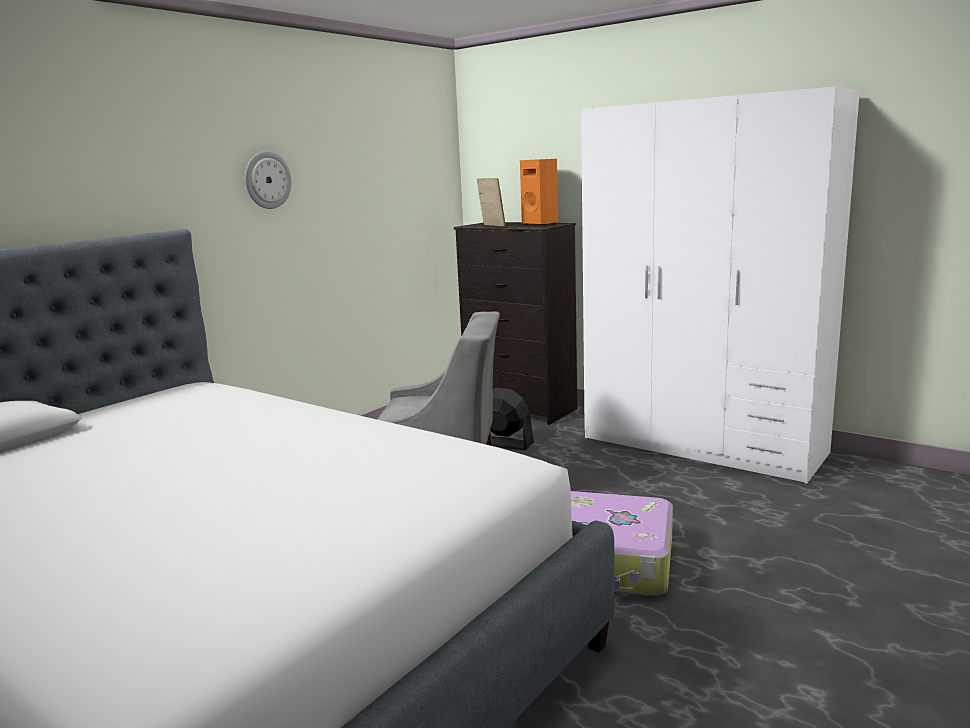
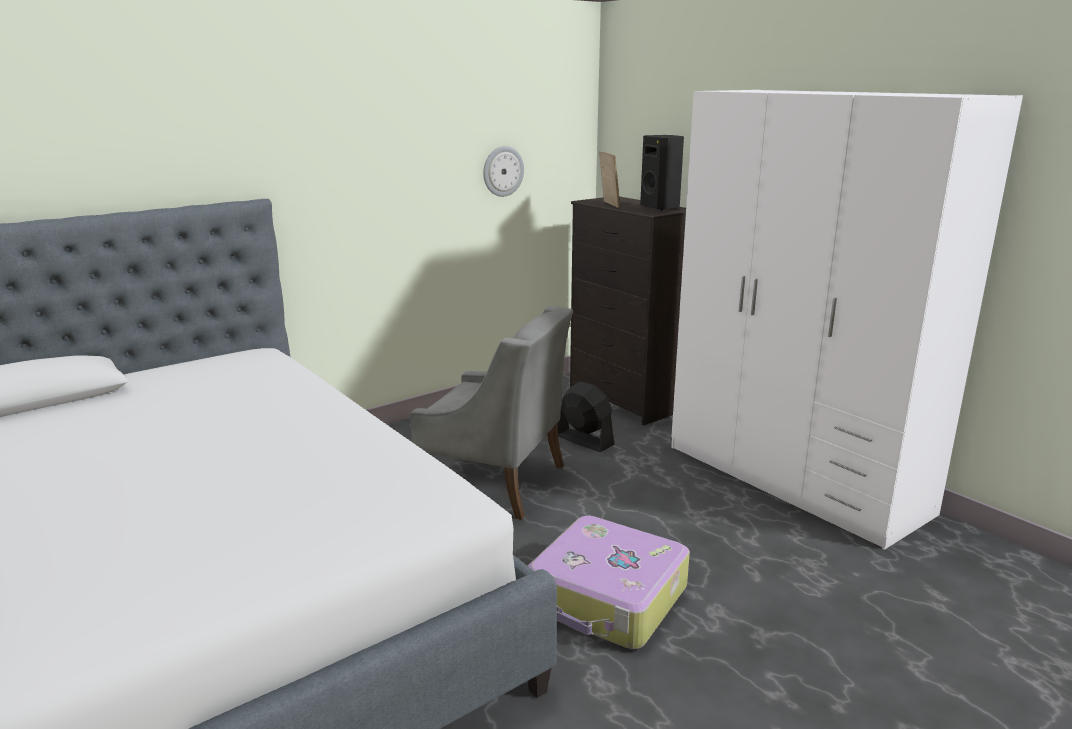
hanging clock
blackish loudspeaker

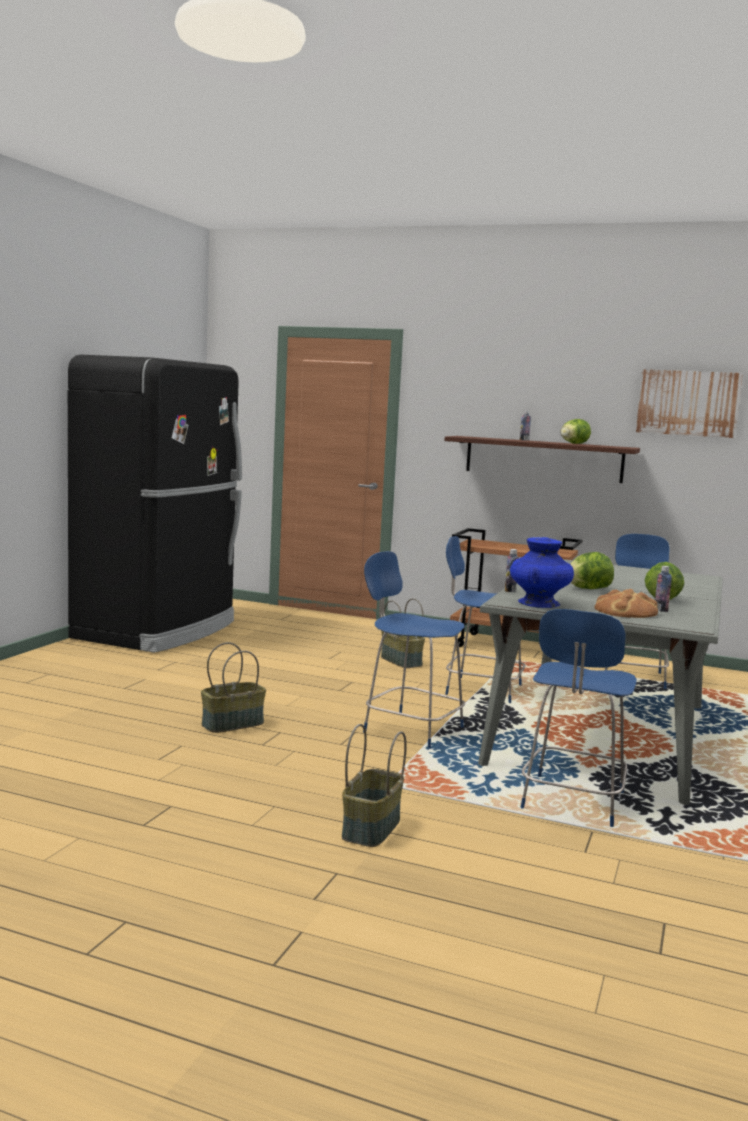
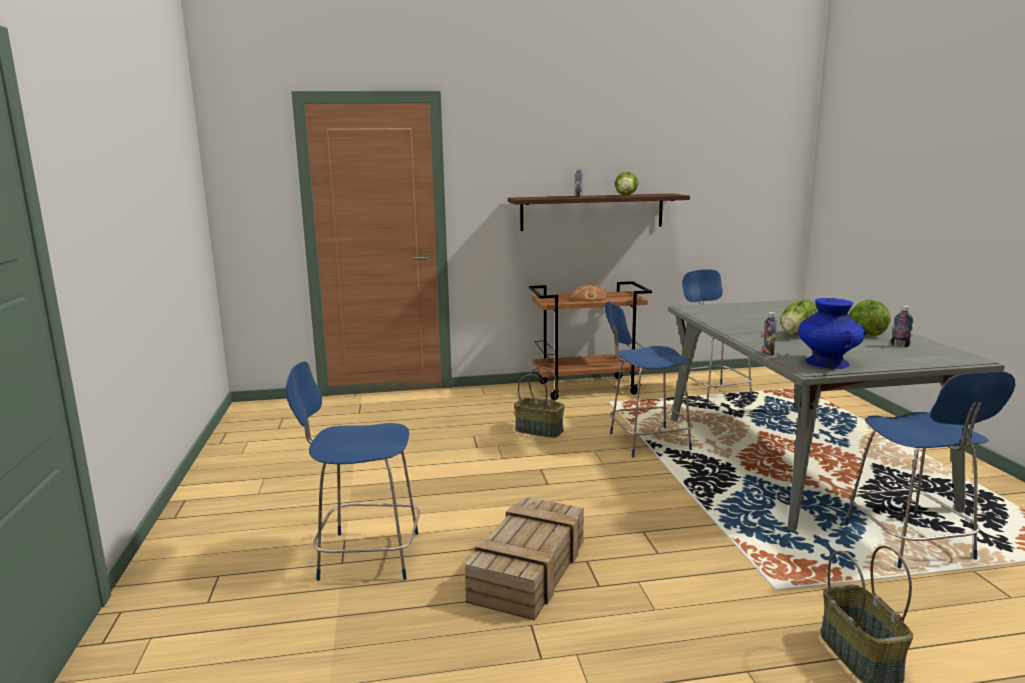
blue stool seat (1st from left)
shipping crate
bread
blackish fridge
wall art

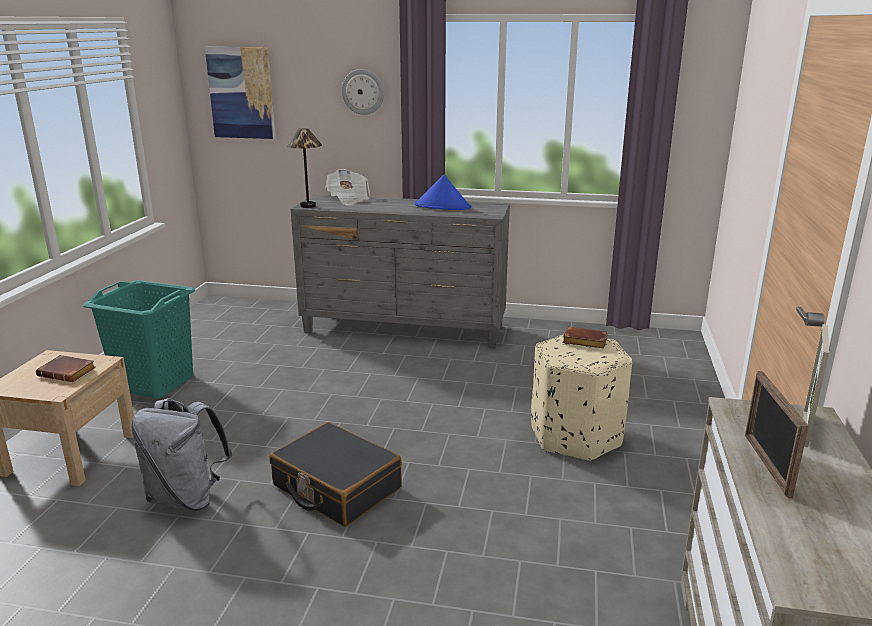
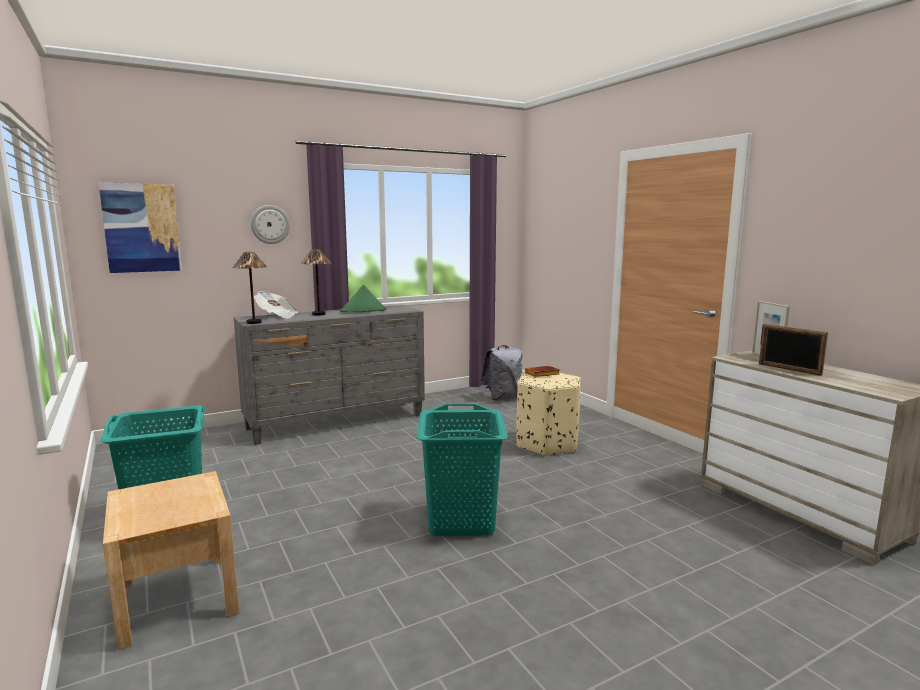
table lamp (2nd from left)
greenish wearable hat
turquoise hamper (2nd from left)
greyish knapsack
brownish bound book (1st from left in the first image)

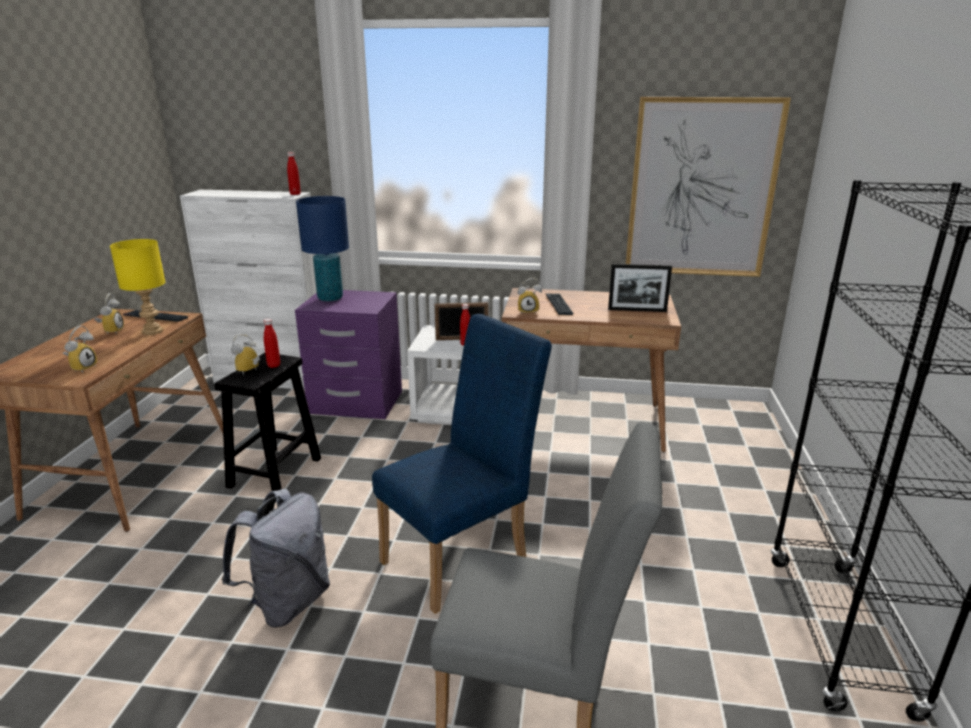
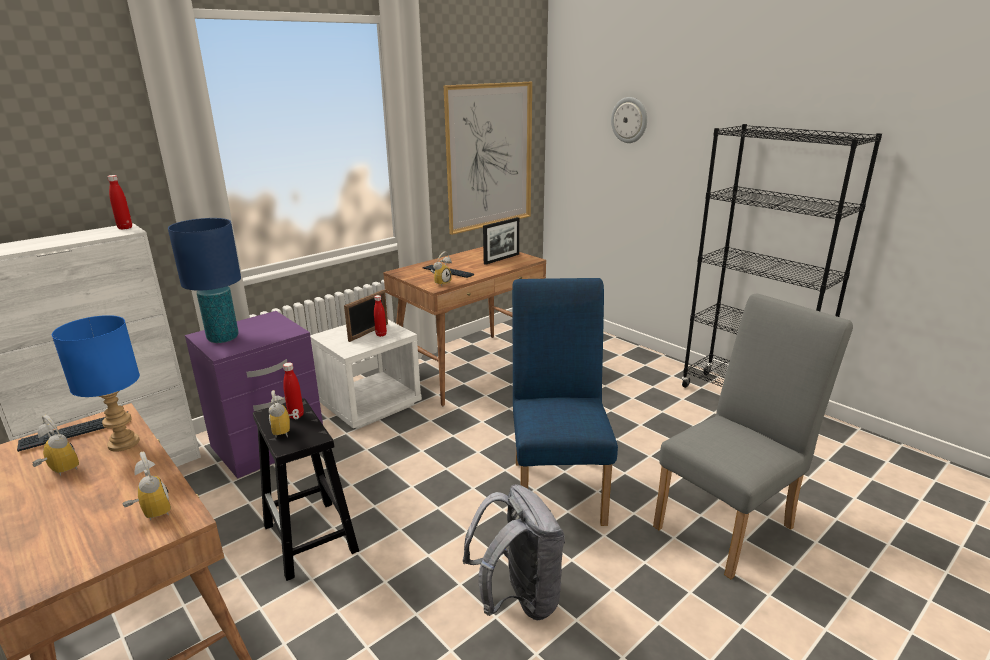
blue table lamp (1st from left)
hanging clock

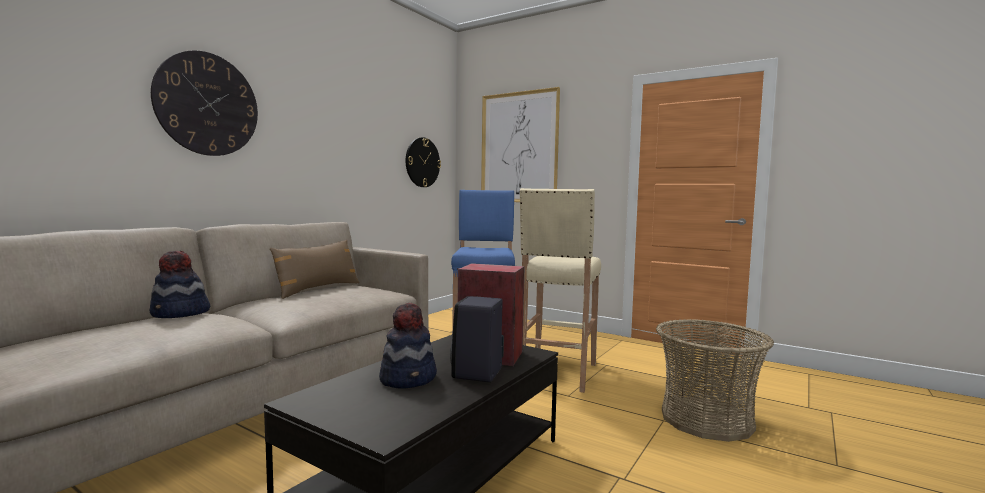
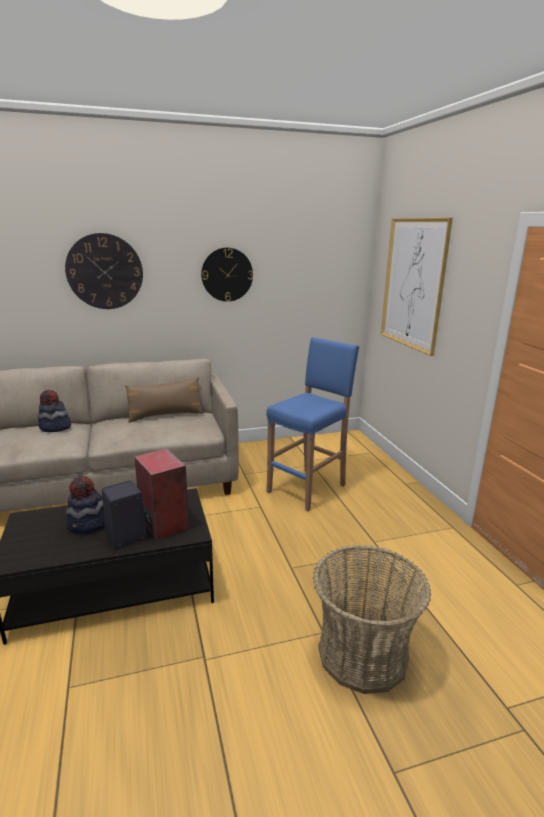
hanging clock (2nd from left)
beige stool seat

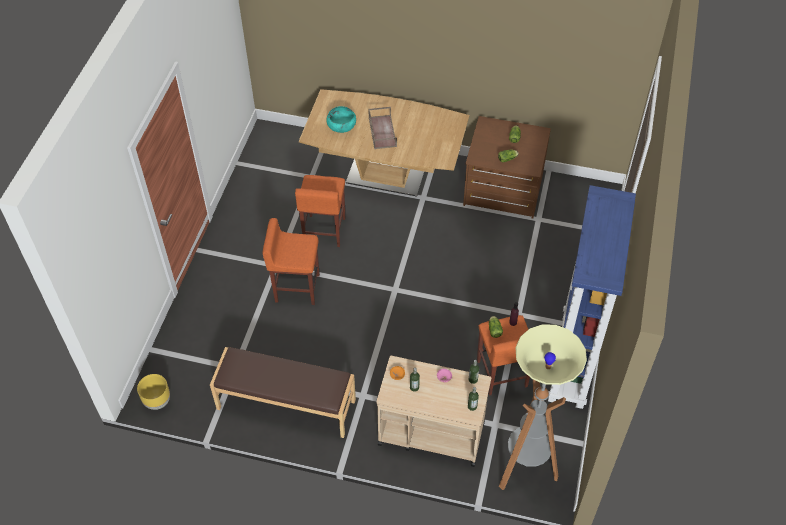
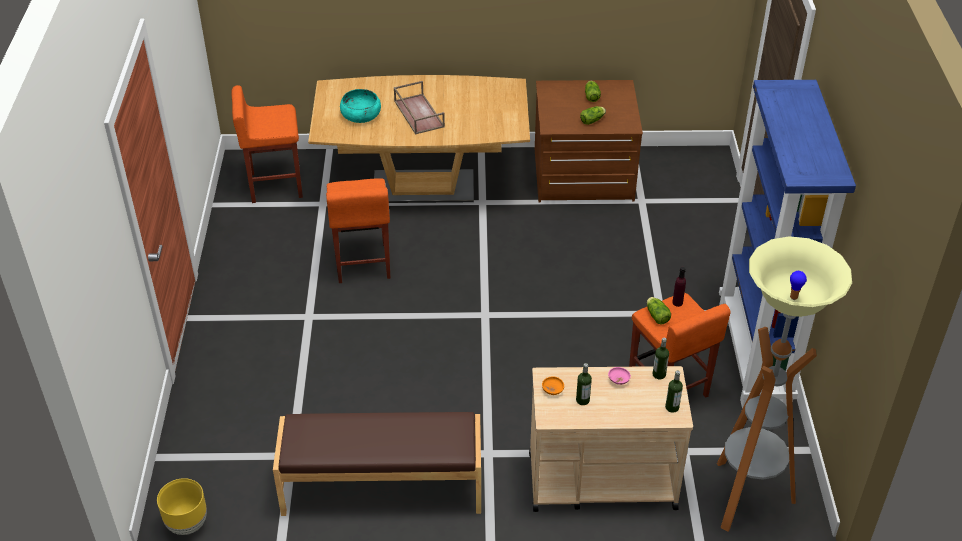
orangey stool seat (1st from left)

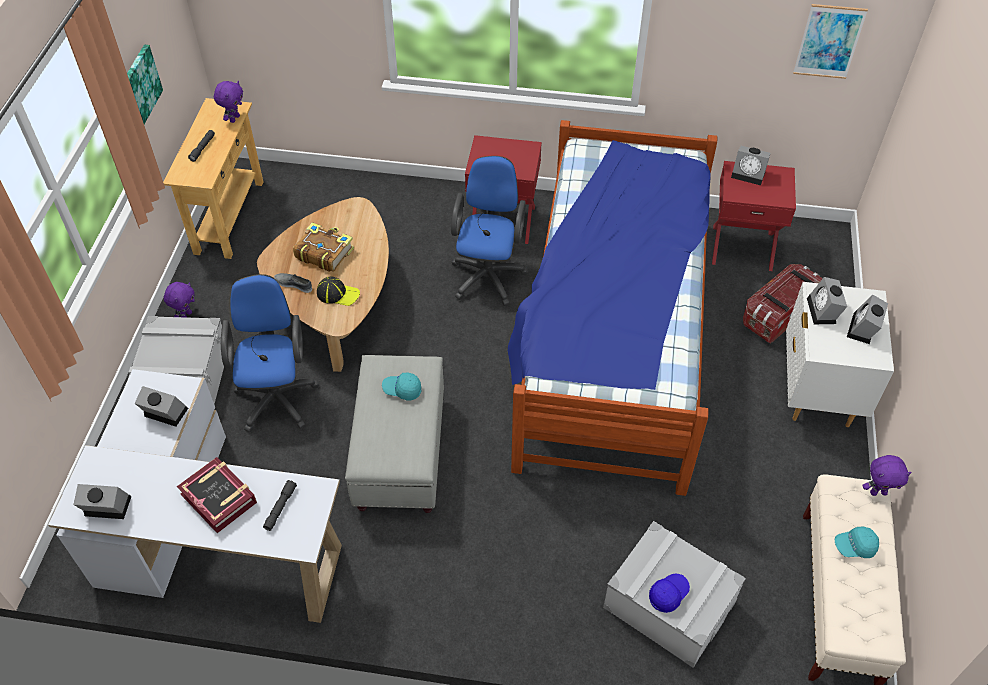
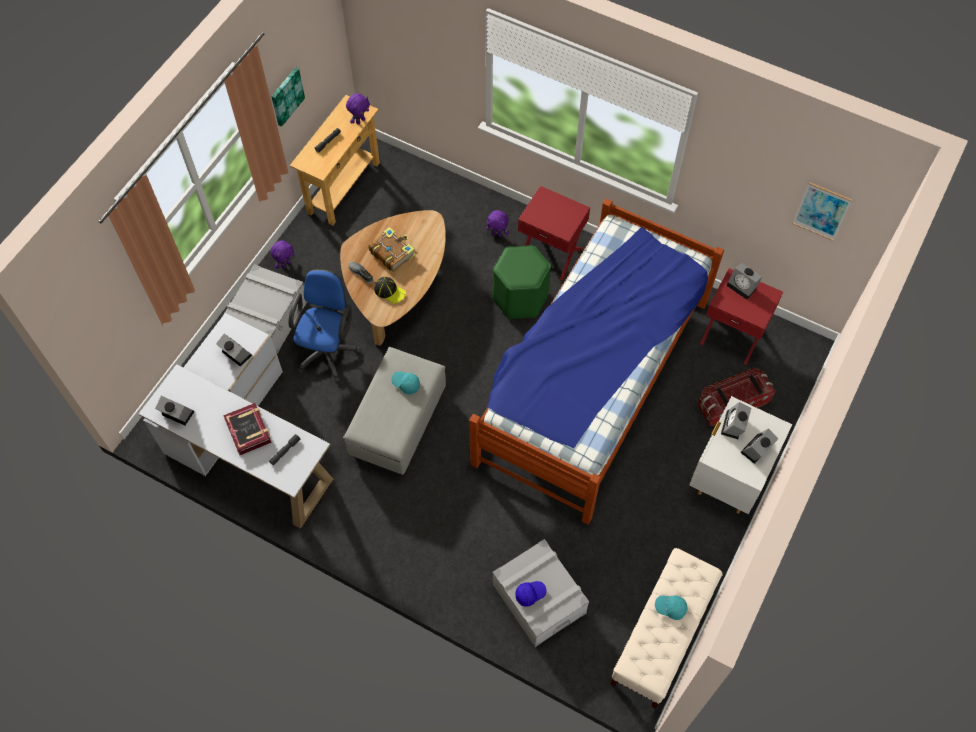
purple-coloured soft toy (3rd from left)
greenish stool seat

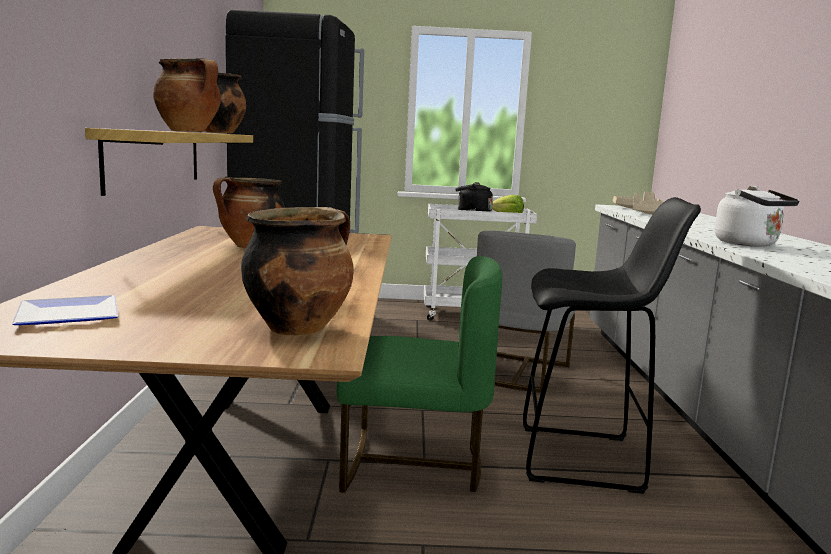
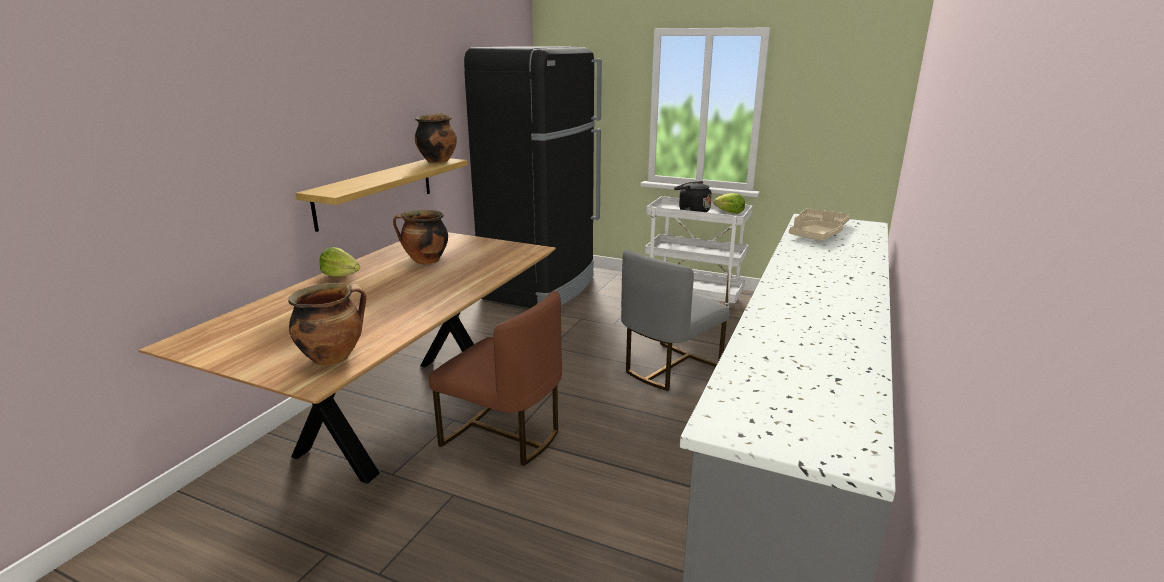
head of lettuce (1st from left)
brownish plain chair
flat dish
cooking pot (1st from left in the first image)
blackish stool seat
white kettle

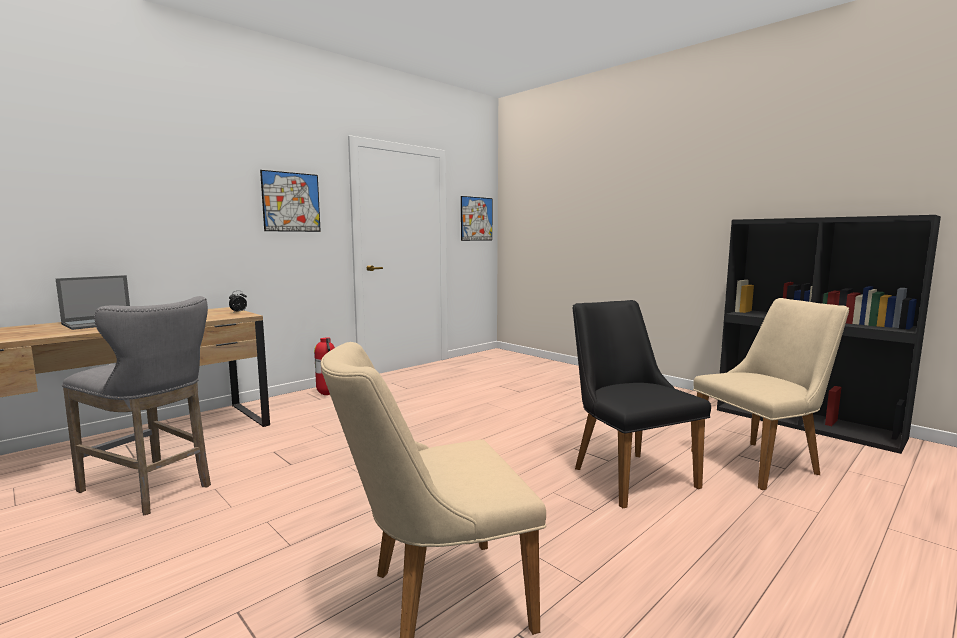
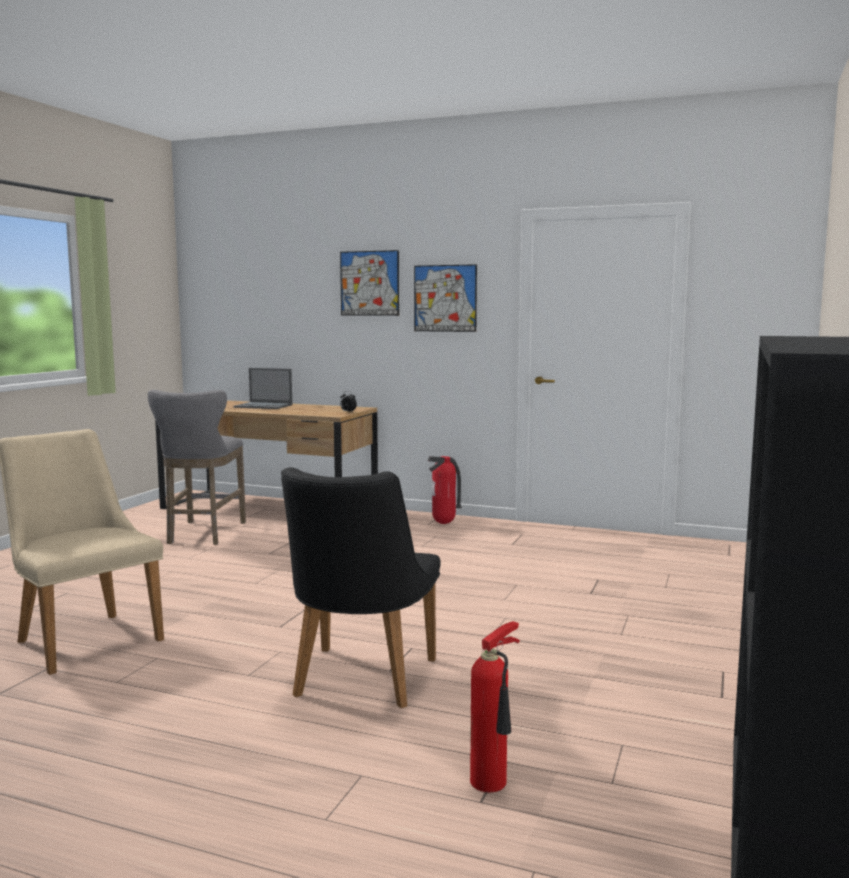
blackish plain chair
wall art (1st from left)
fire-fighting cylinder (2nd from left)

